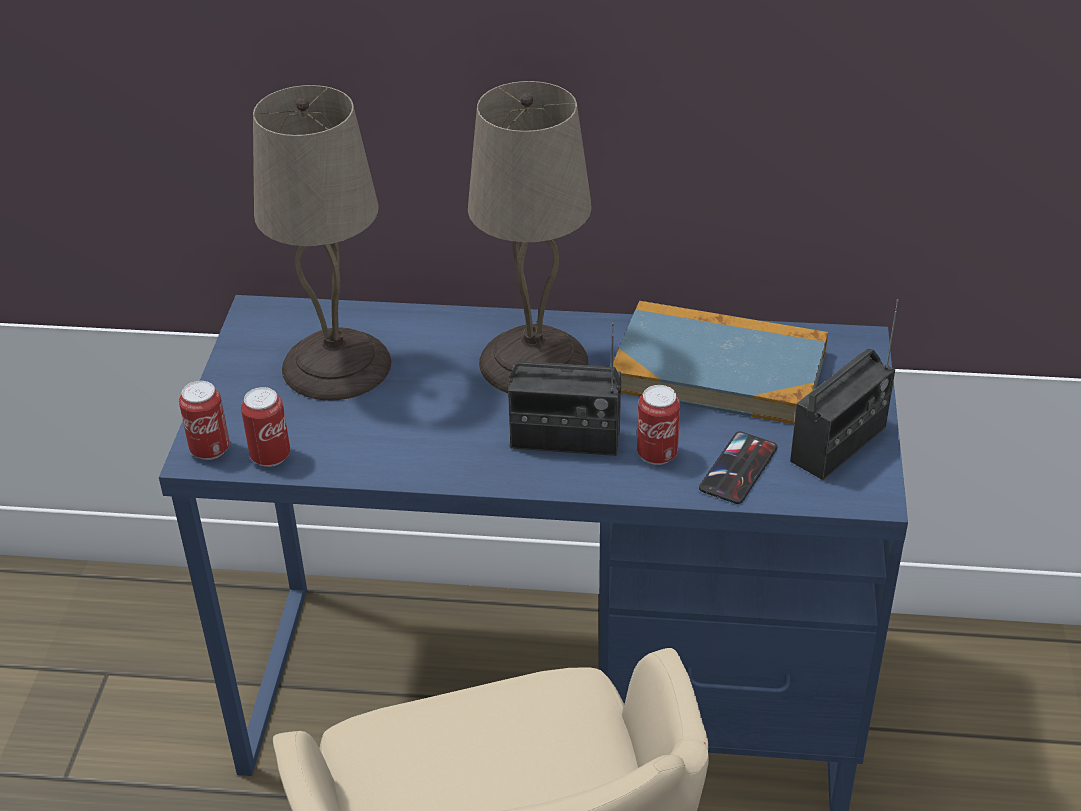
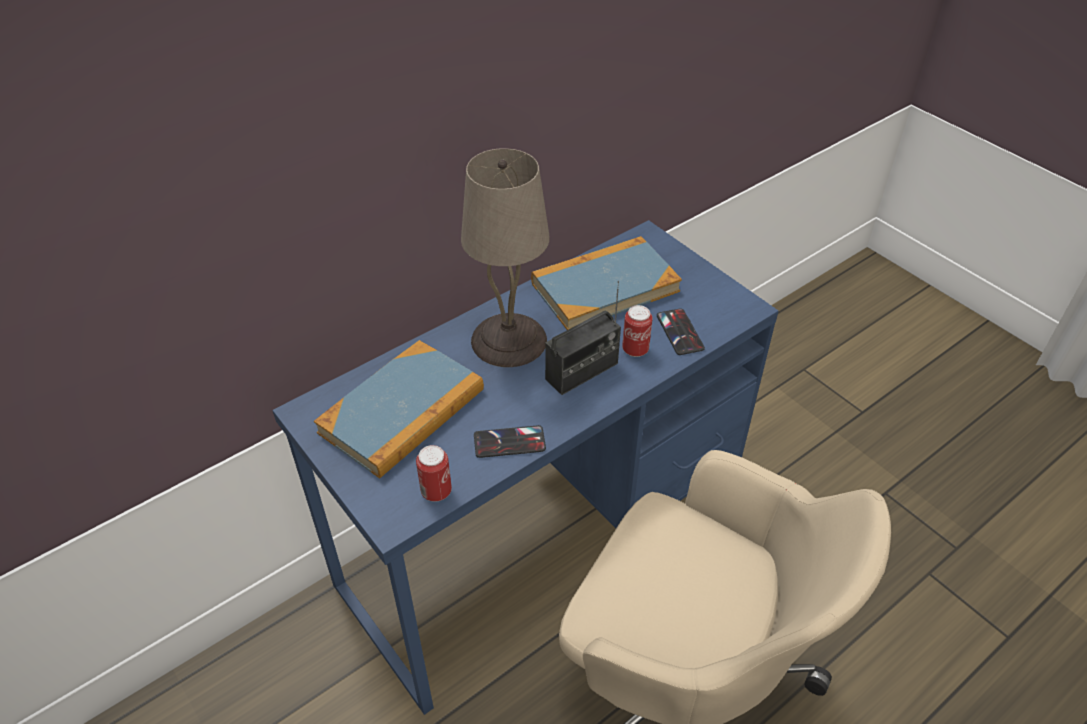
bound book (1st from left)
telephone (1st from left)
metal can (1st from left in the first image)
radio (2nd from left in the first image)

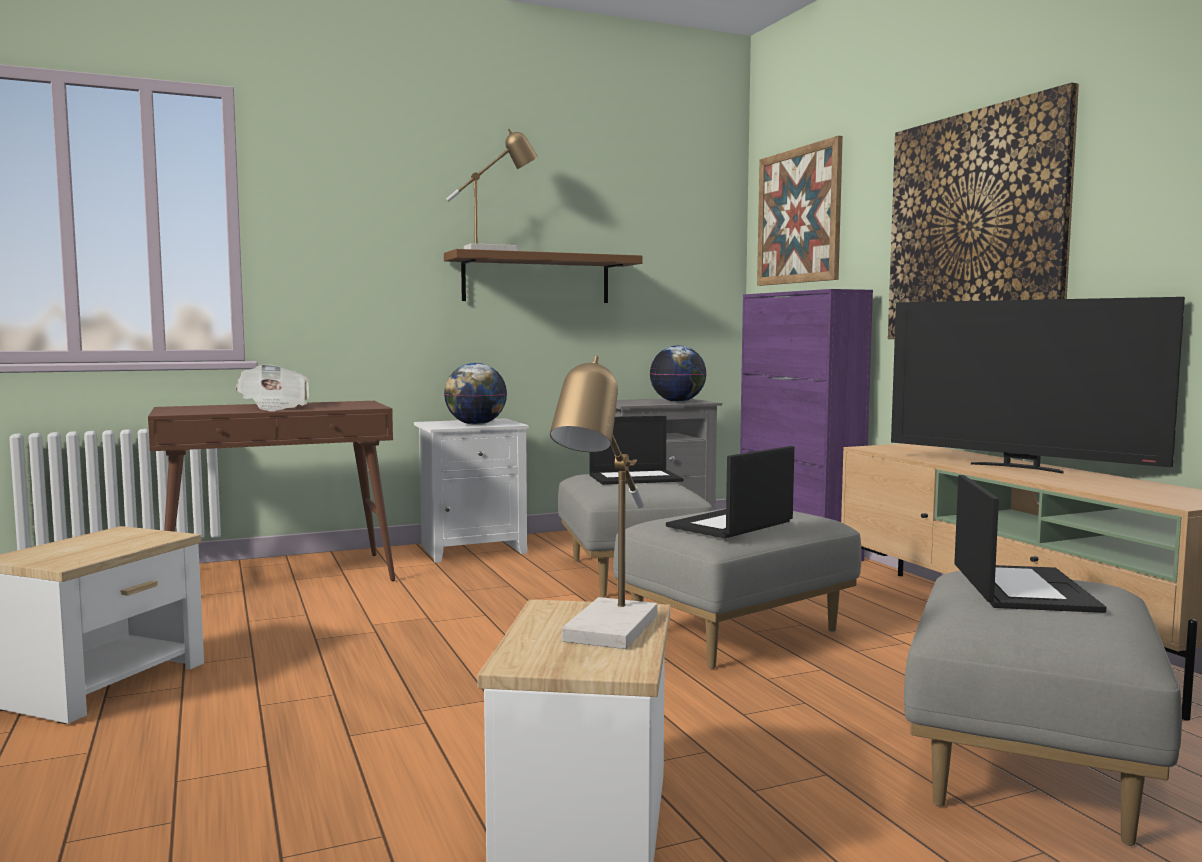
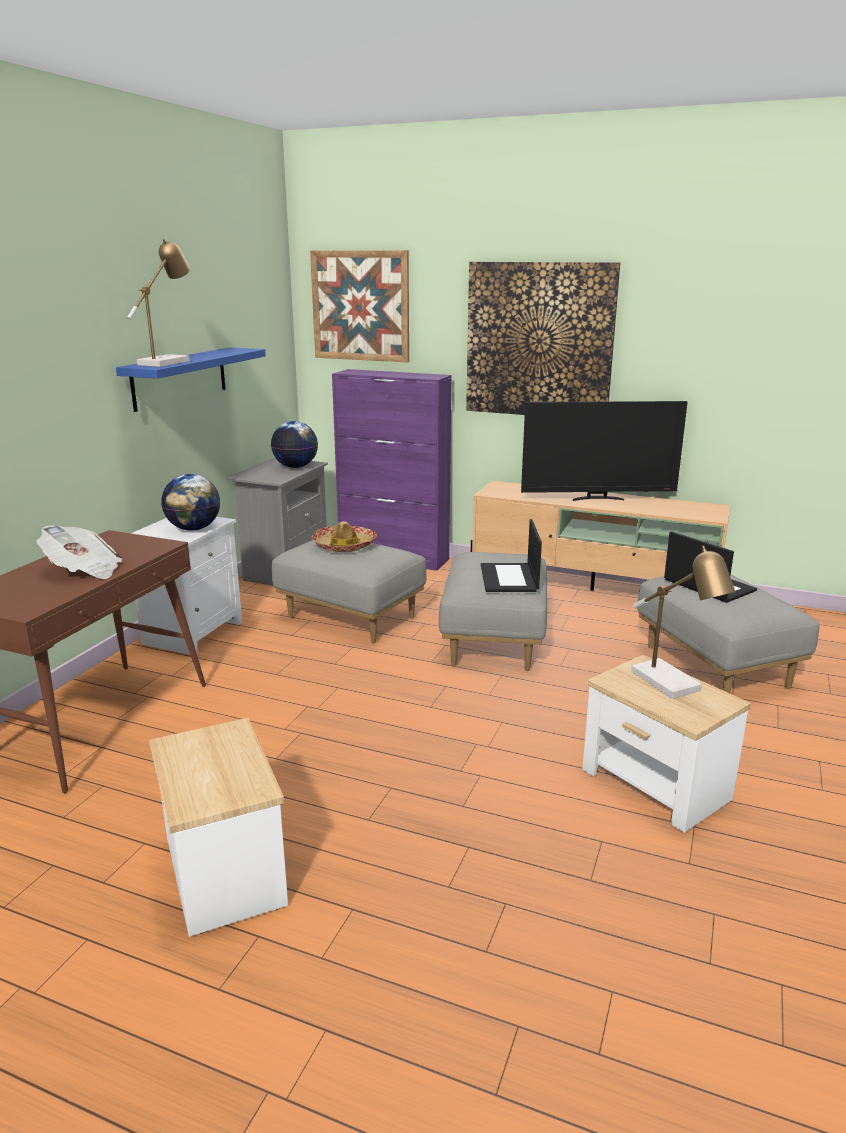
blue shelf
wearable hat

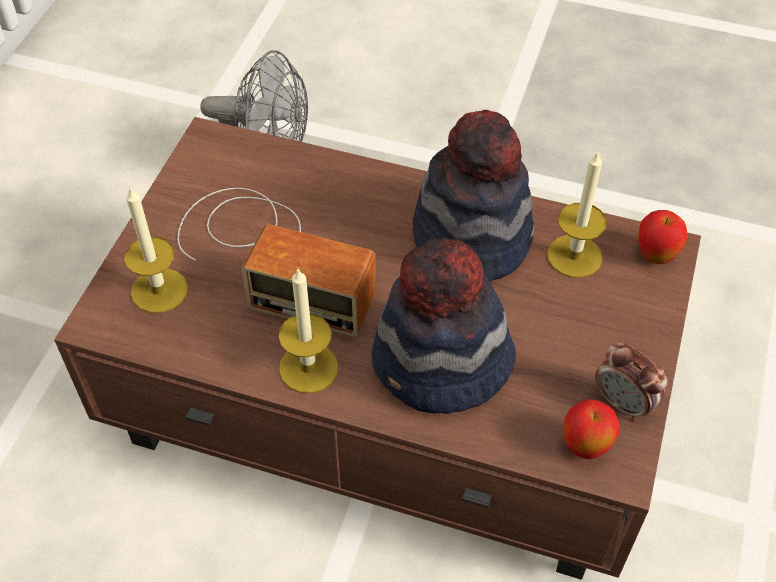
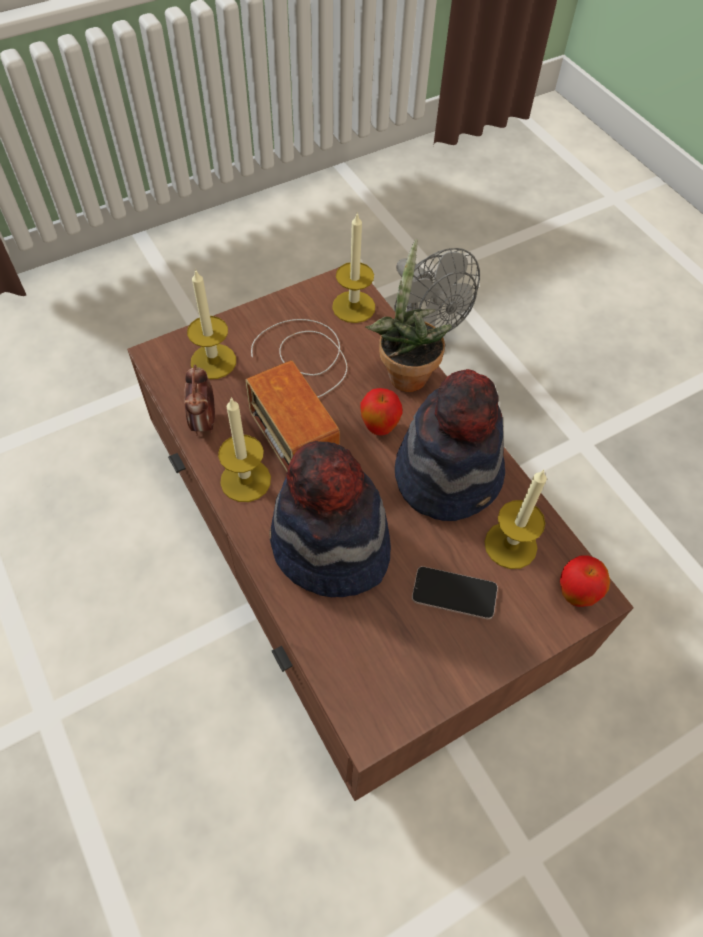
alarm clock
wax candle (3rd from left)
whole apple (1st from left)
houseplant
telephone

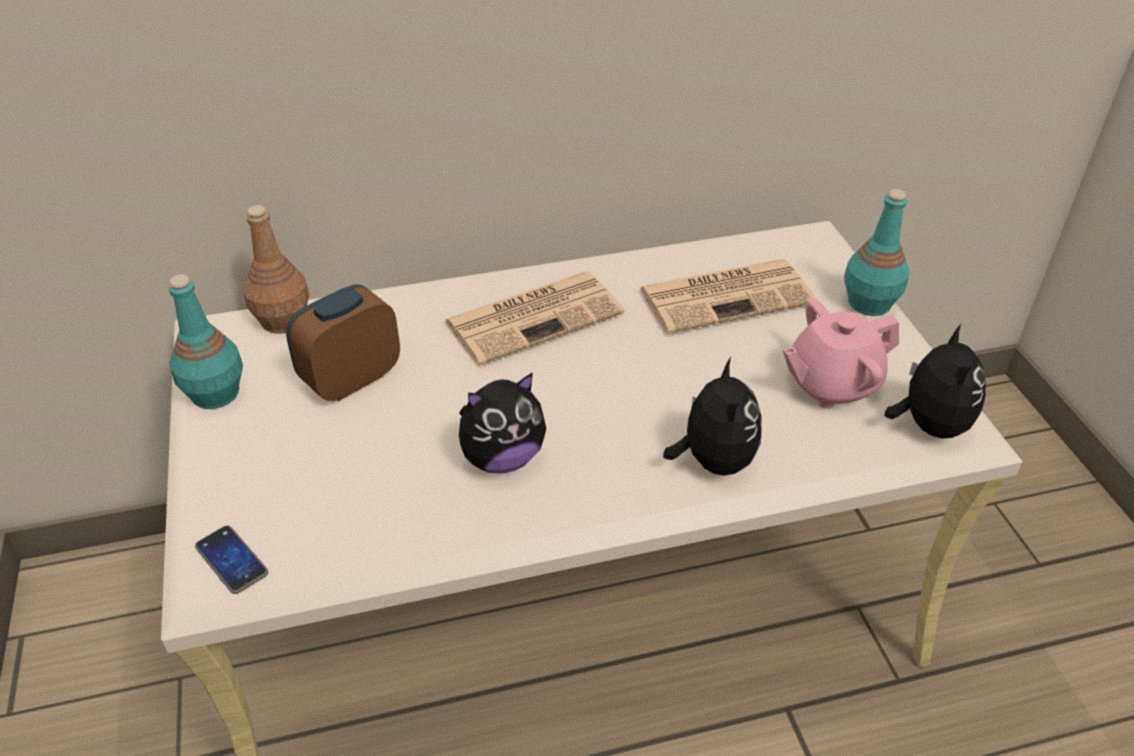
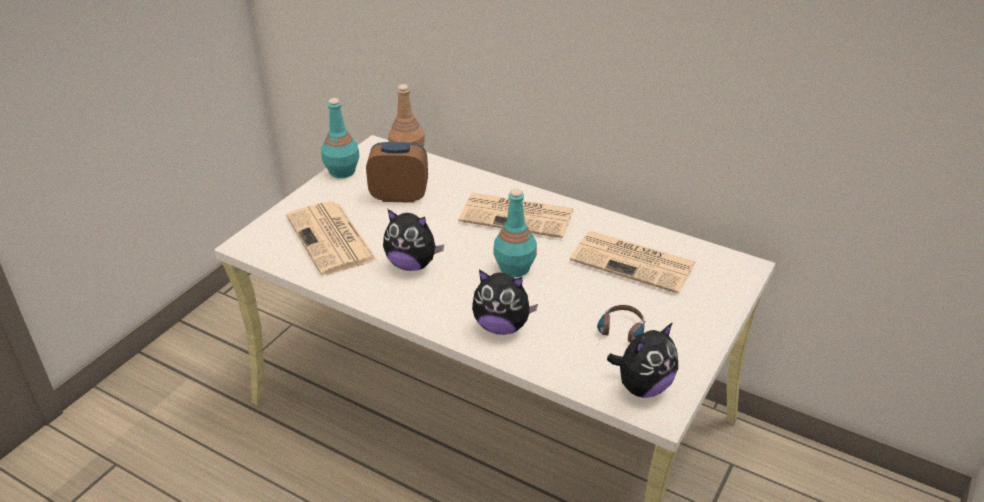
daily paper (1st from left)
soft toy (2nd from left)
turquoise drink bottle (2nd from left)
pair of headphones
telephone

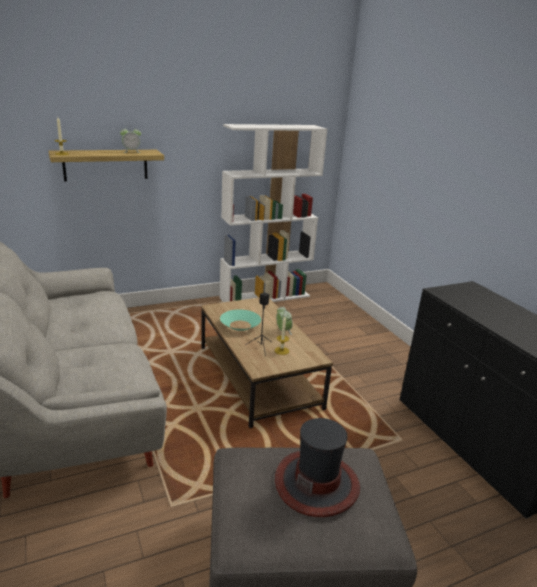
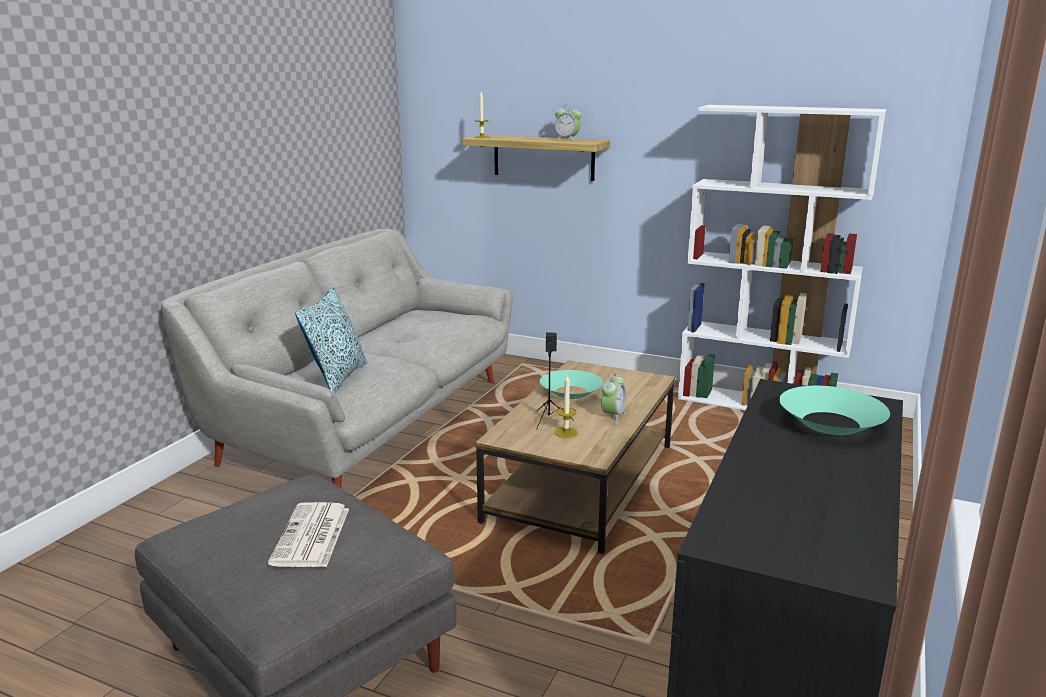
daily paper
pillow
turquoise serving bowl (2nd from left)

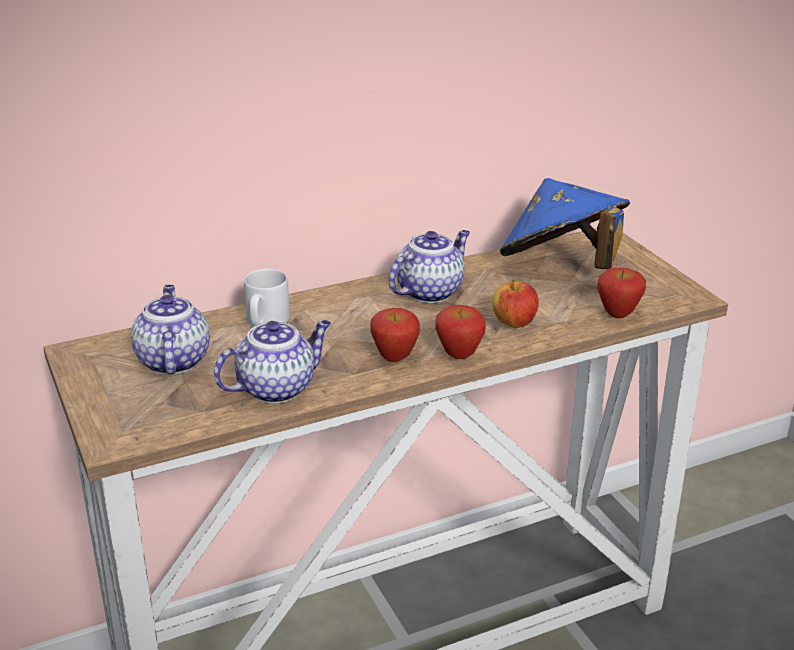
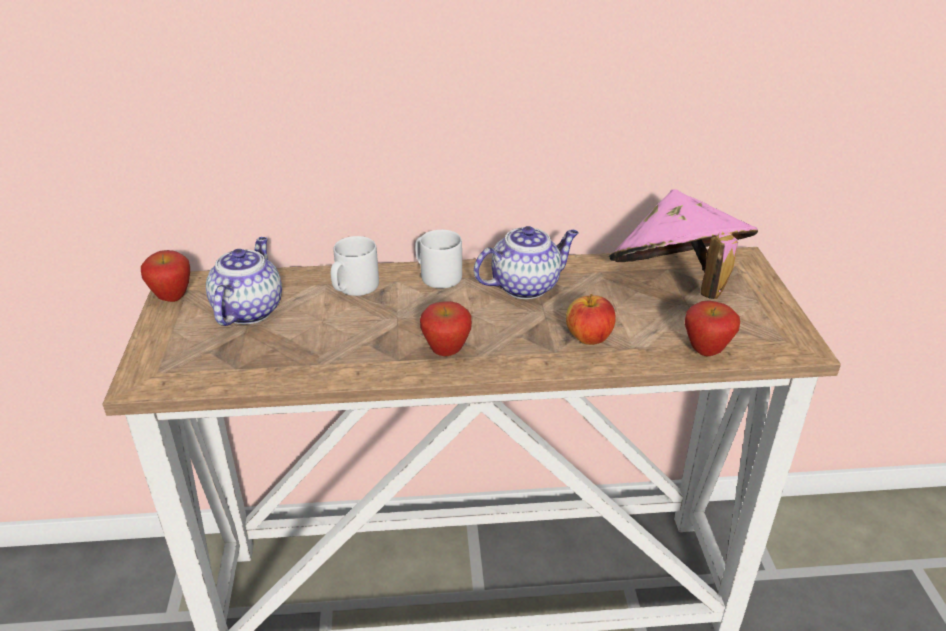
whole apple (1st from left)
greyish mug (2nd from left)
pinkish wearable hat
tea pot (2nd from left in the first image)

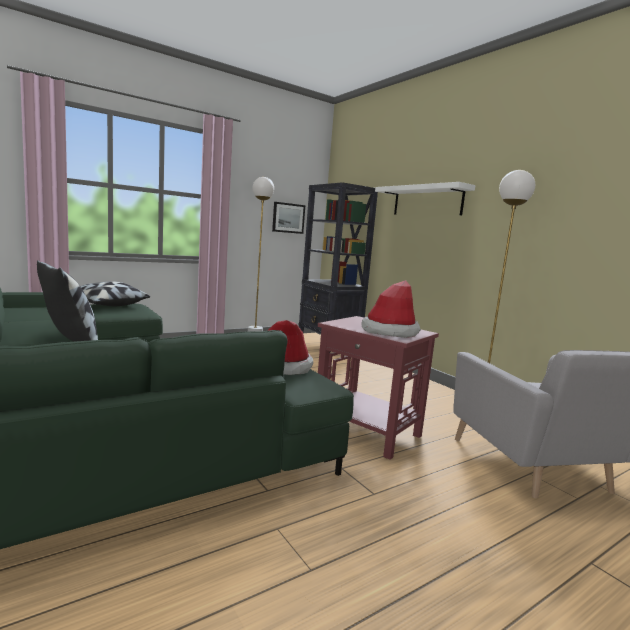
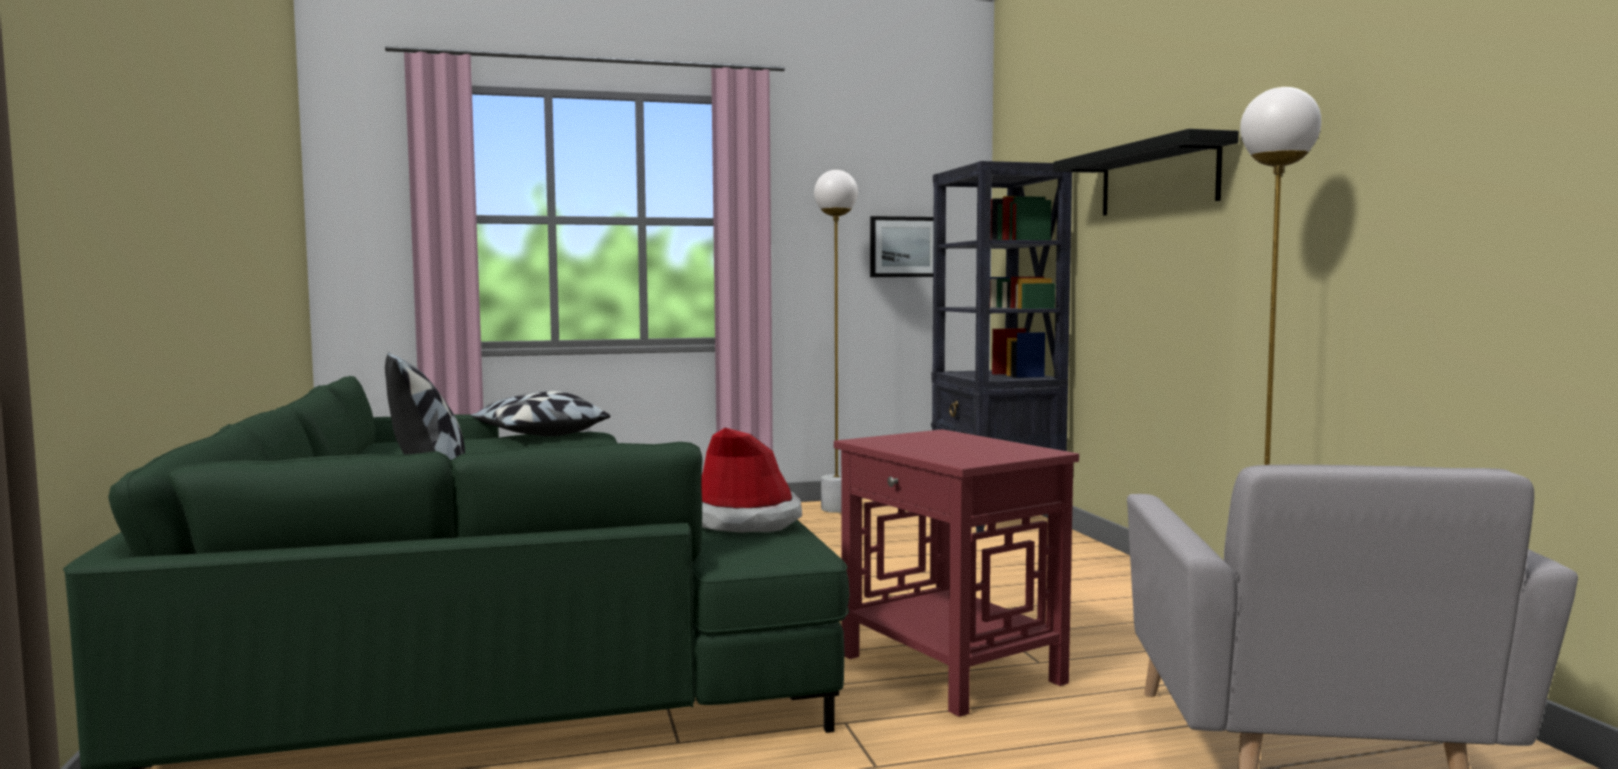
blackish shelf
wearable hat (2nd from left in the first image)

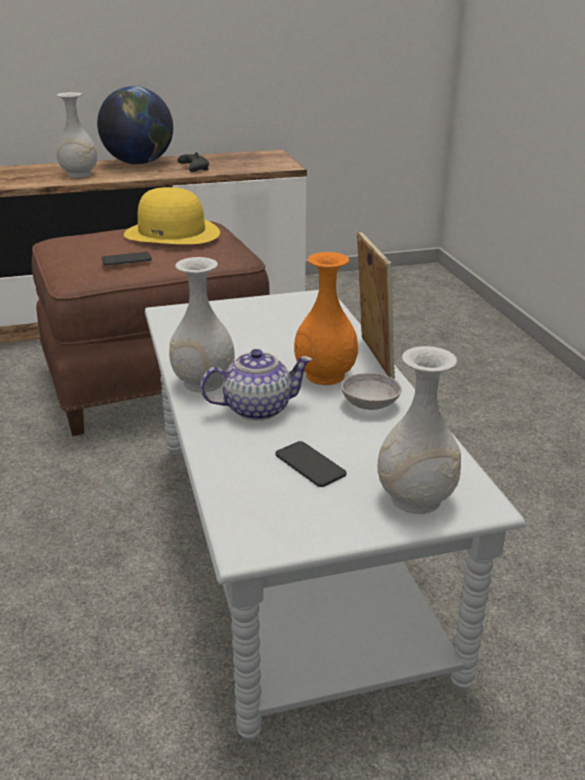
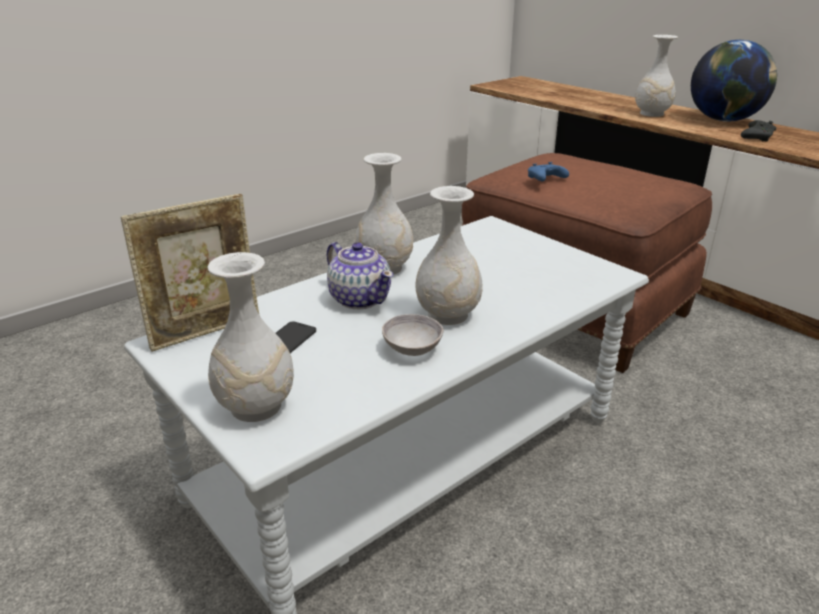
photo frame
white flower vase (3rd from left)
blue game controller
yellow-coloured wearable hat

